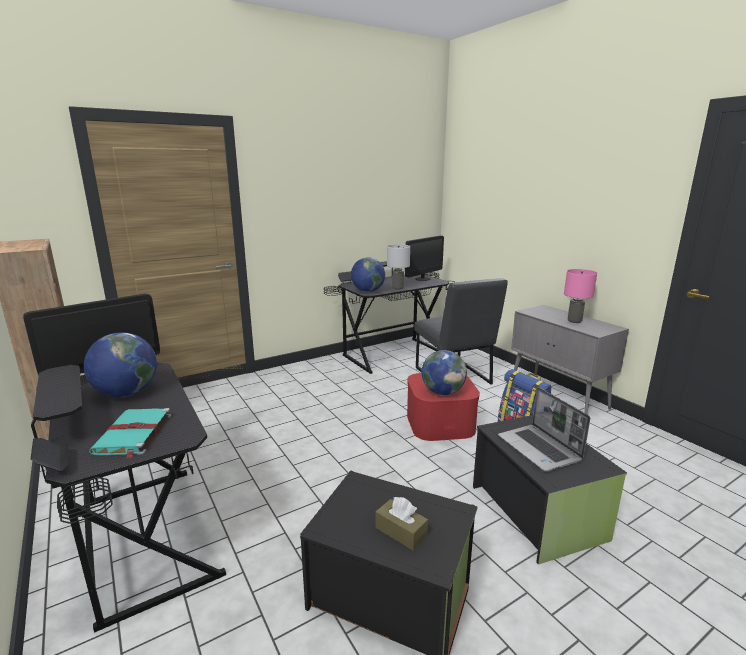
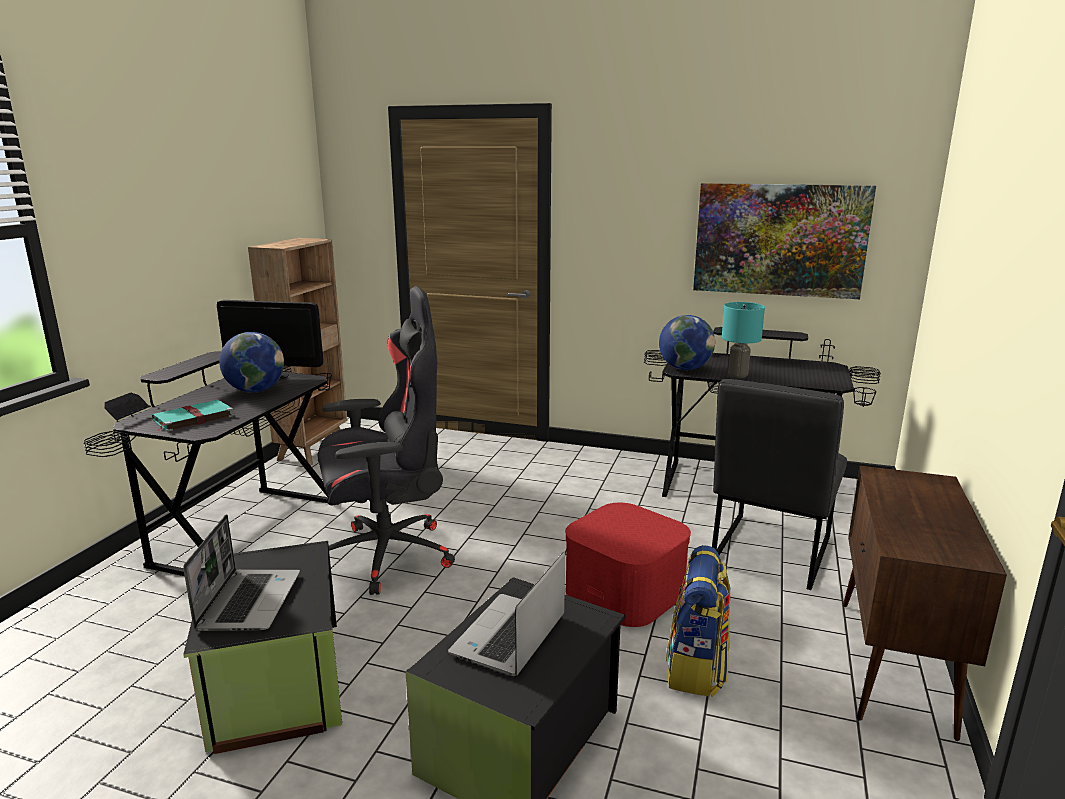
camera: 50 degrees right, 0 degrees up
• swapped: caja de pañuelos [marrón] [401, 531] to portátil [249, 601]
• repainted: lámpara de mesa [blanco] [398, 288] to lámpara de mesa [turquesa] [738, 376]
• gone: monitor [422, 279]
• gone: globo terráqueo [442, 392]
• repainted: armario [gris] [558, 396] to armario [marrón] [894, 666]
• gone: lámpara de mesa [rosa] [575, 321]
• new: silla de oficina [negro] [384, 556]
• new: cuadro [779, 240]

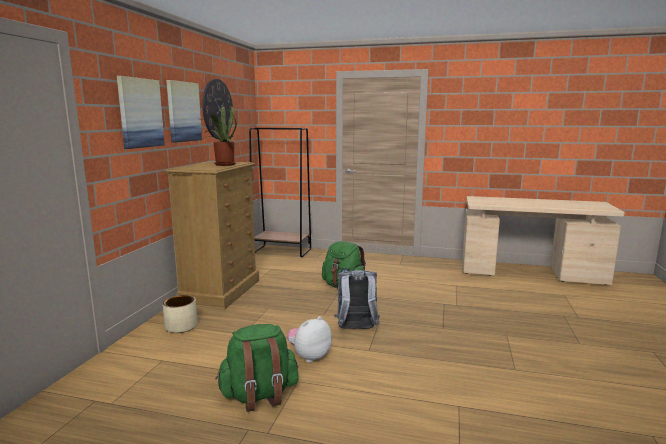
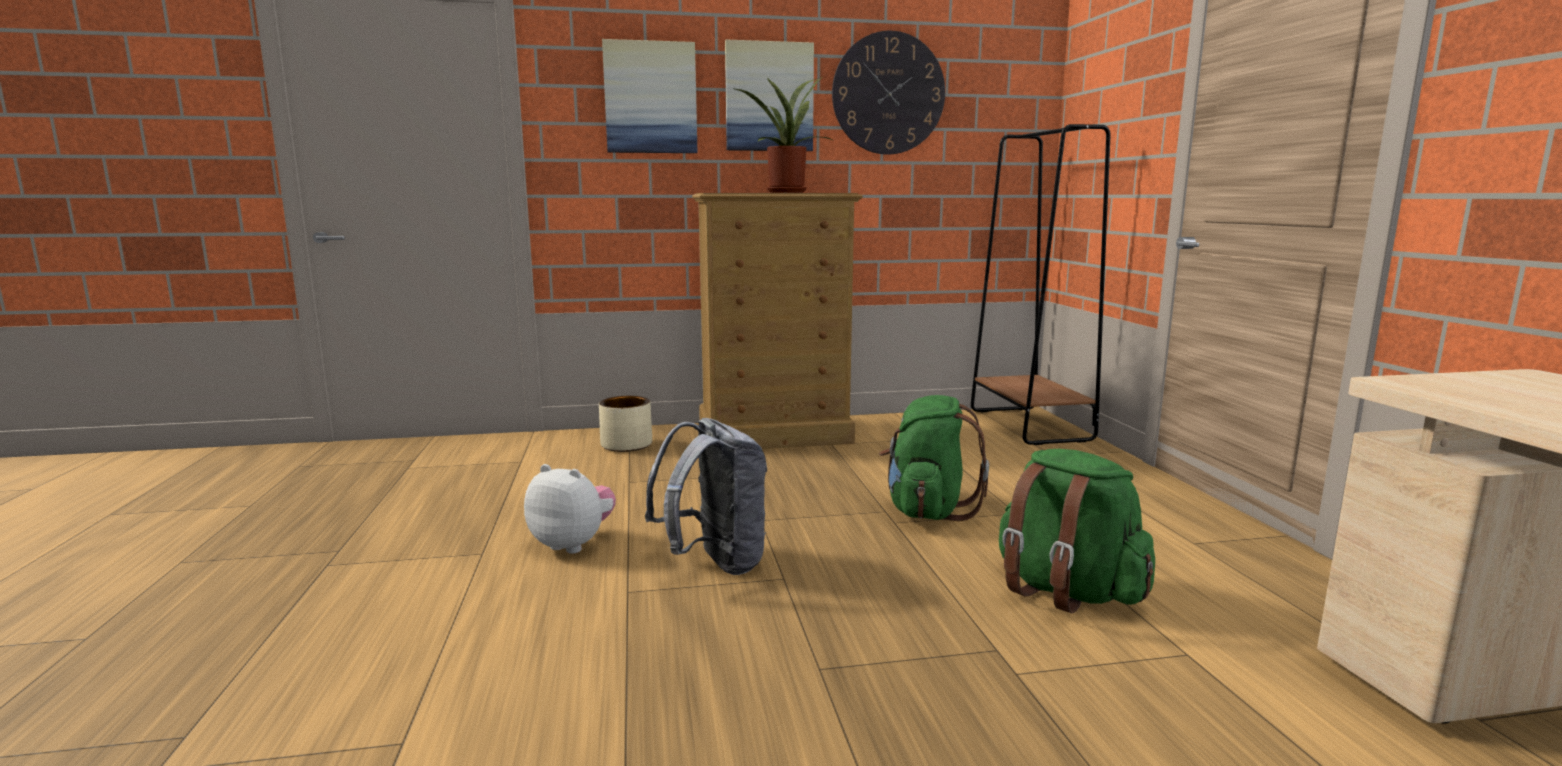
camera: 65 degrees right, 0 degrees up
• shifted: mochila [verde] [259, 395] to [1066, 591]

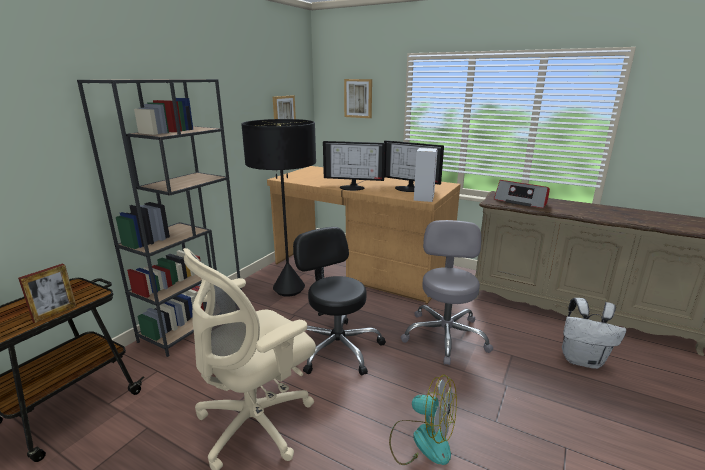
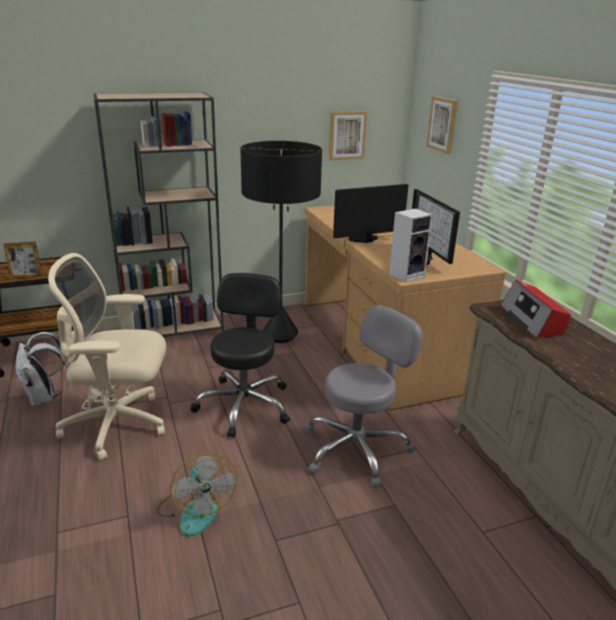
camera: 40 degrees right, 5 degrees up
• rotated: monitor [352, 187] = [364, 239] 105 degrees clockwise
• shifted: mochila [blanco] [582, 360] to [44, 398]

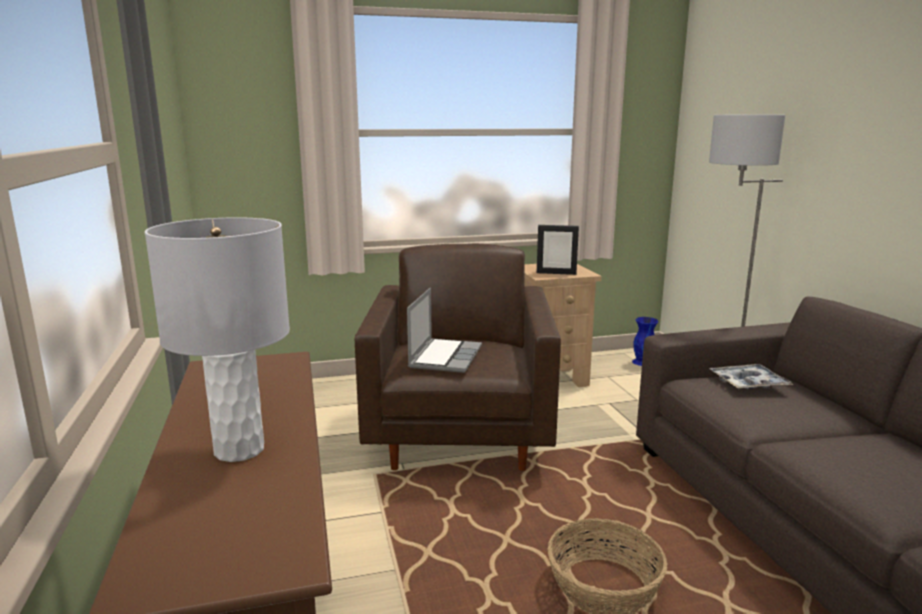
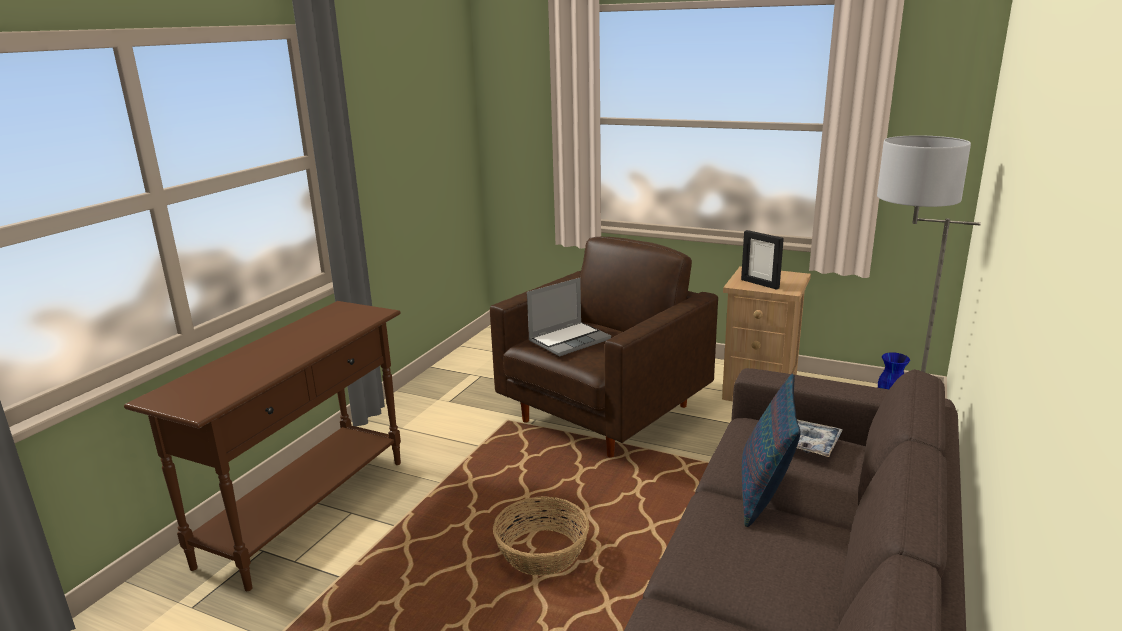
camera: 40 degrees right, 5 degrees up
• gone: lámpara de mesa [gris] [240, 450]
• new: cojín [azul] [764, 494]

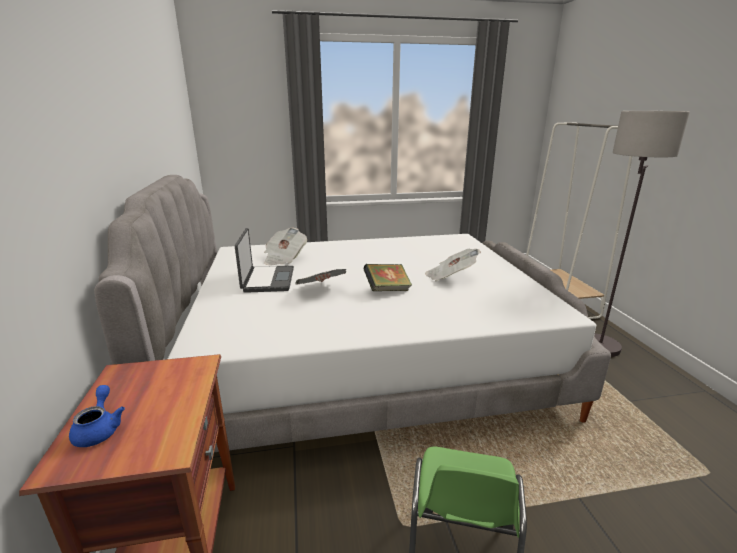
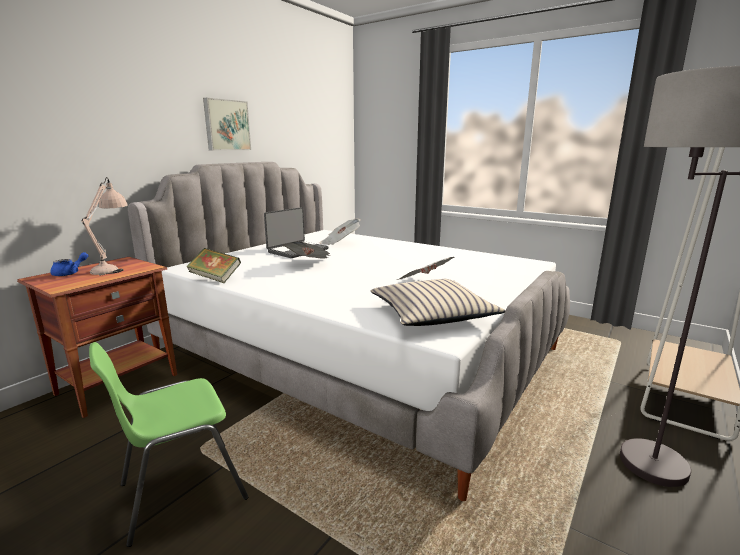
camera: 45 degrees right, 5 degrees down
• shifted: libro [387, 290] to [215, 278]
• new: lámpara de mesa [beis] [114, 267]
• new: cuadro [226, 125]
• new: cojín [beis] [432, 314]

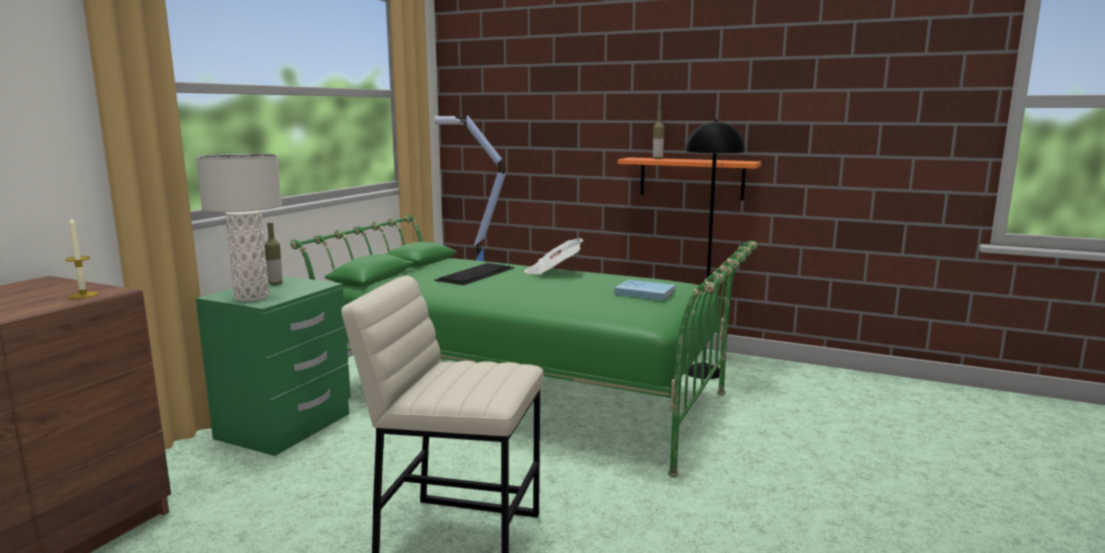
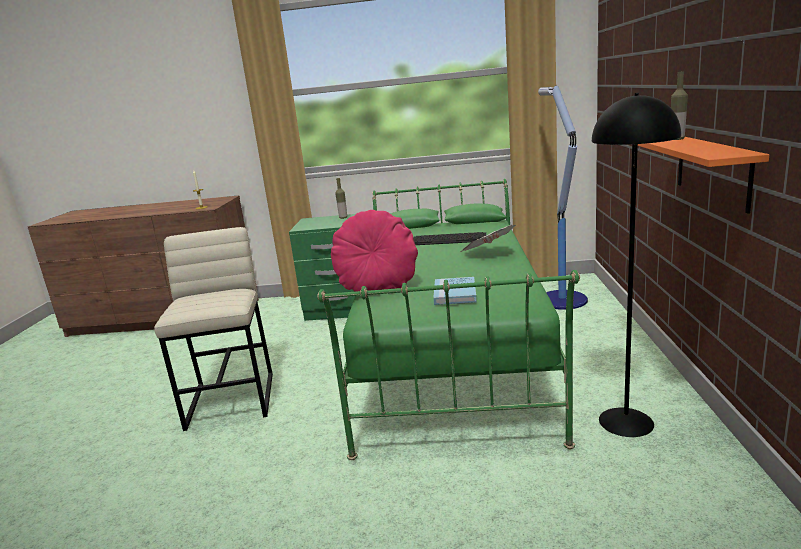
camera: 70 degrees right, 5 degrees up
• gone: lámpara de mesa [blanco] [251, 297]
• new: cojín [rosa] [378, 289]

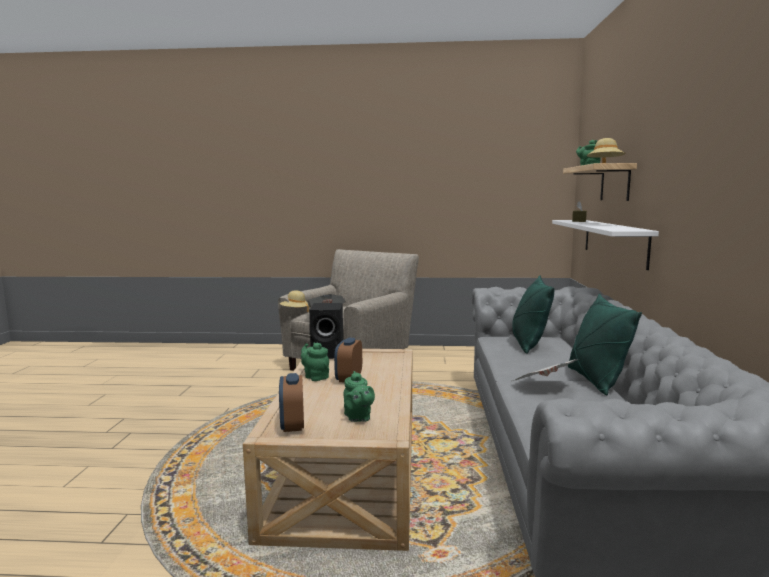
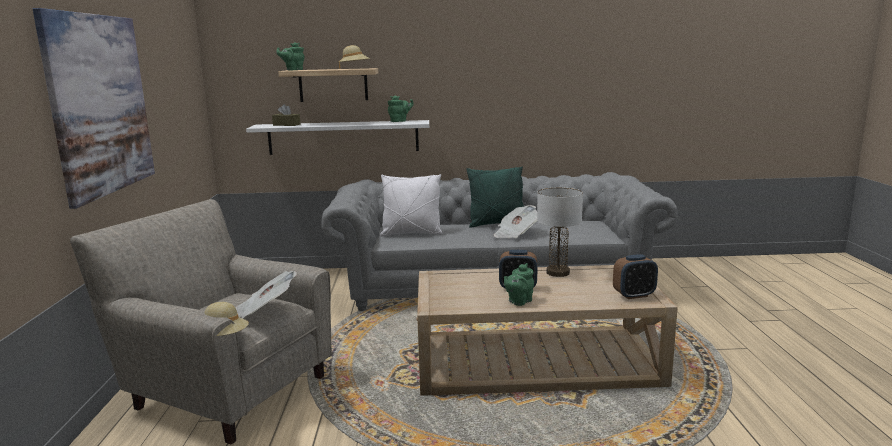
camera: 95 degrees left, 5 degrees up
• gone: altavoz [negro] [329, 353]
• shifted: tetera [verde] [358, 417] to [400, 121]
• repainted: cojín [verde] [529, 344] to cojín [blanco] [411, 233]
• new: cuadro [100, 104]
• new: lámpara de mesa [558, 272]

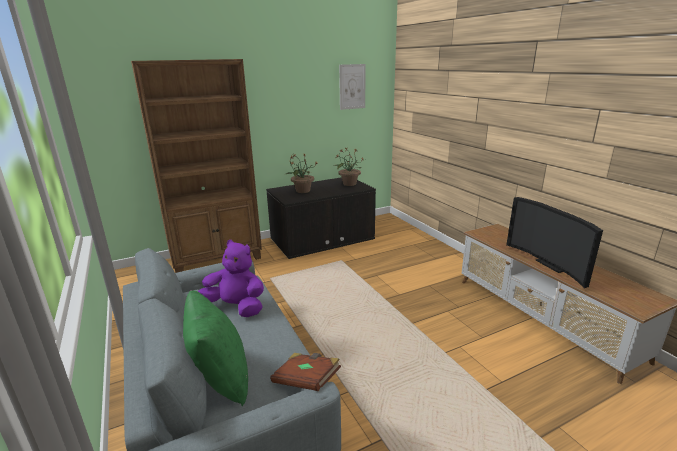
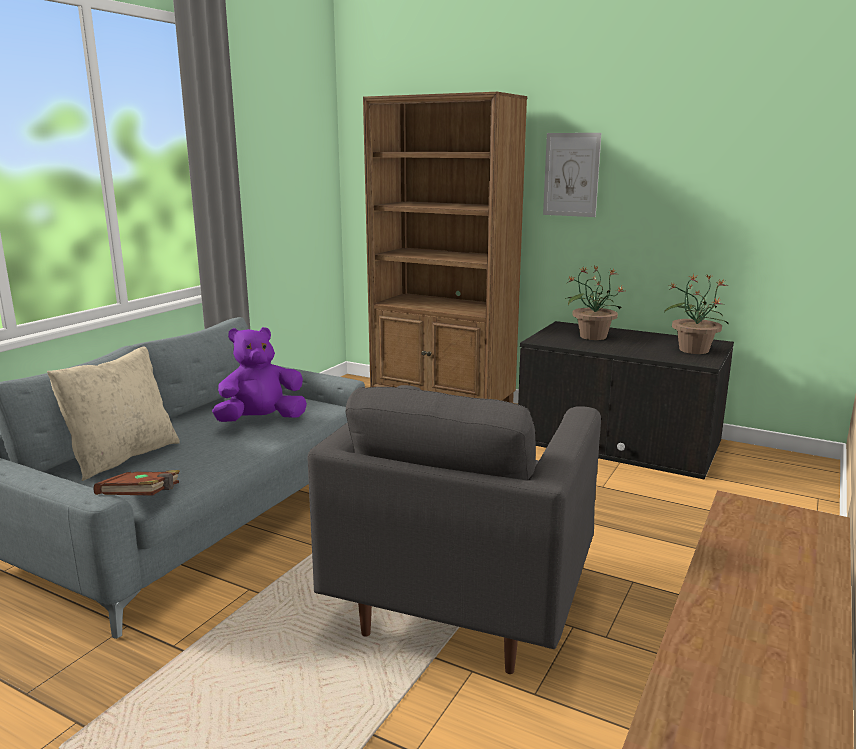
camera: 55 degrees right, 5 degrees down
• repainted: cojín [verde] [220, 378] to cojín [beis] [122, 456]
• rotated: peluche [morado] [236, 307] = [261, 420] 105 degrees counterclockwise
• shifted: cuadro [352, 86] to [571, 175]
• gone: televisor [552, 264]
• new: sillón [gris] [461, 602]

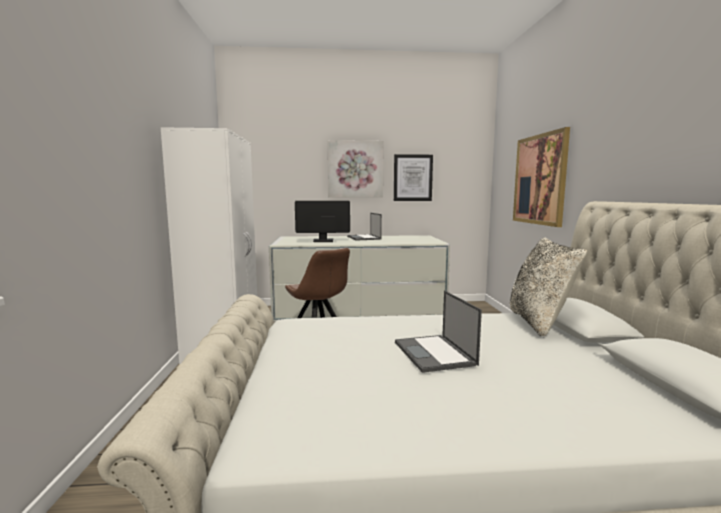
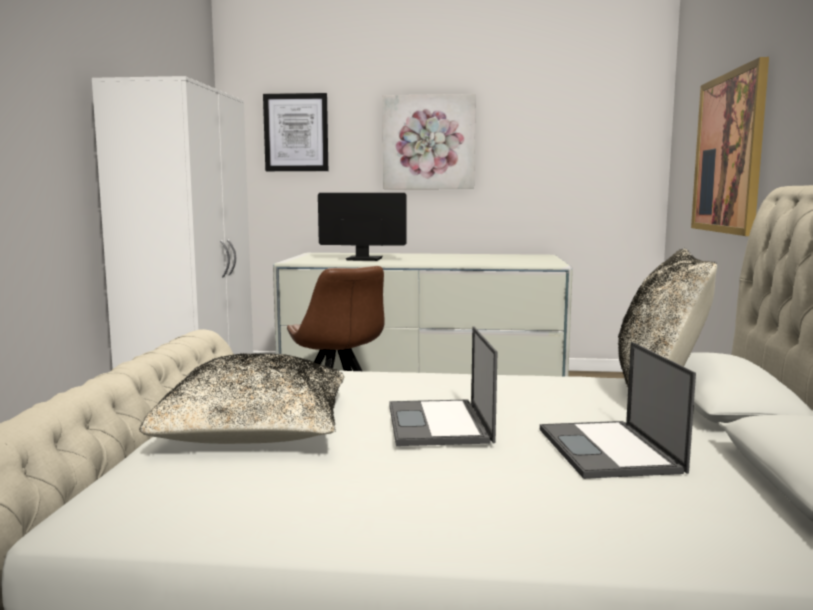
camera: 10 degrees right, 0 degrees up
• shifted: portátil [364, 238] to [610, 450]
• shifted: cuadro [413, 178] to [296, 132]
• new: cojín [beis] [253, 428]

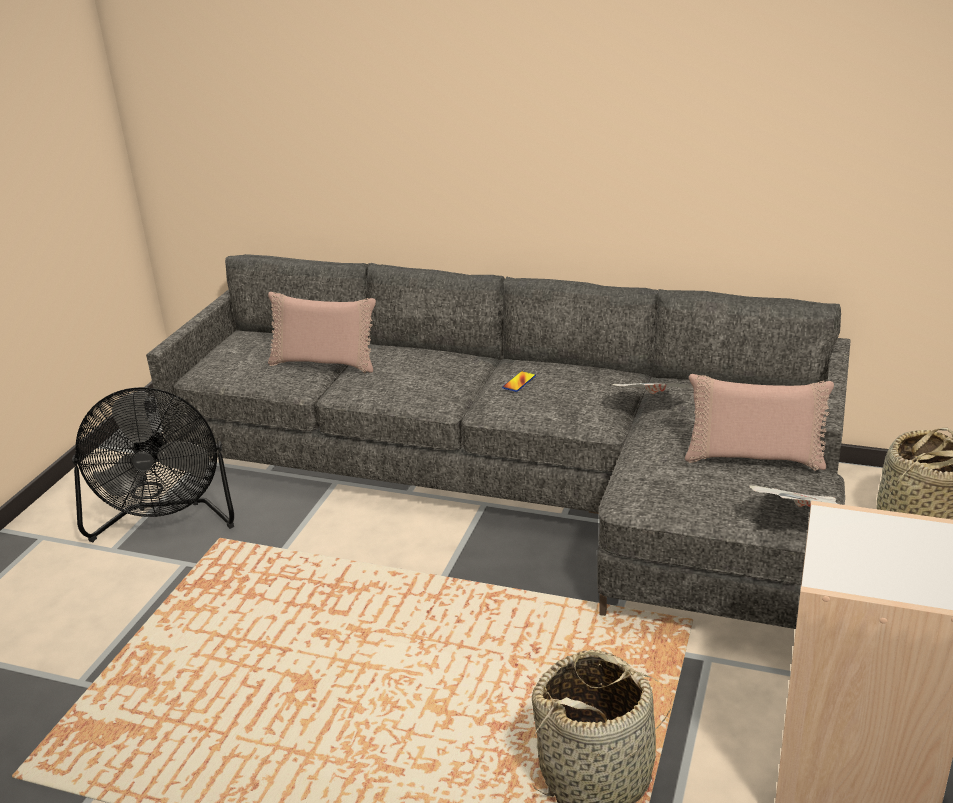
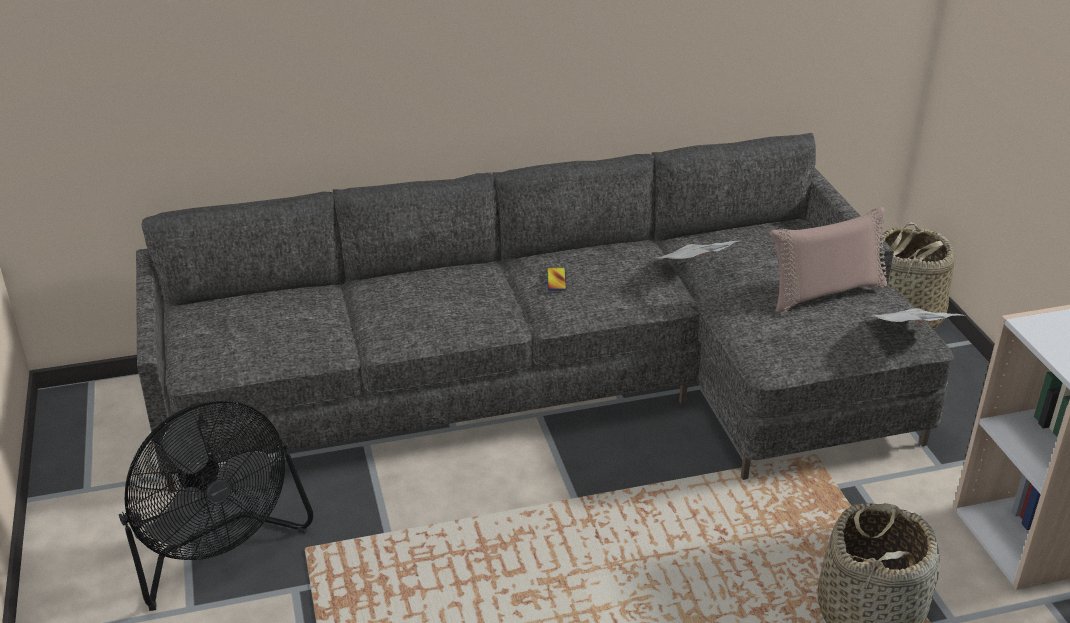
camera: 35 degrees left, 5 degrees up
• gone: cojín [beis] [324, 363]

